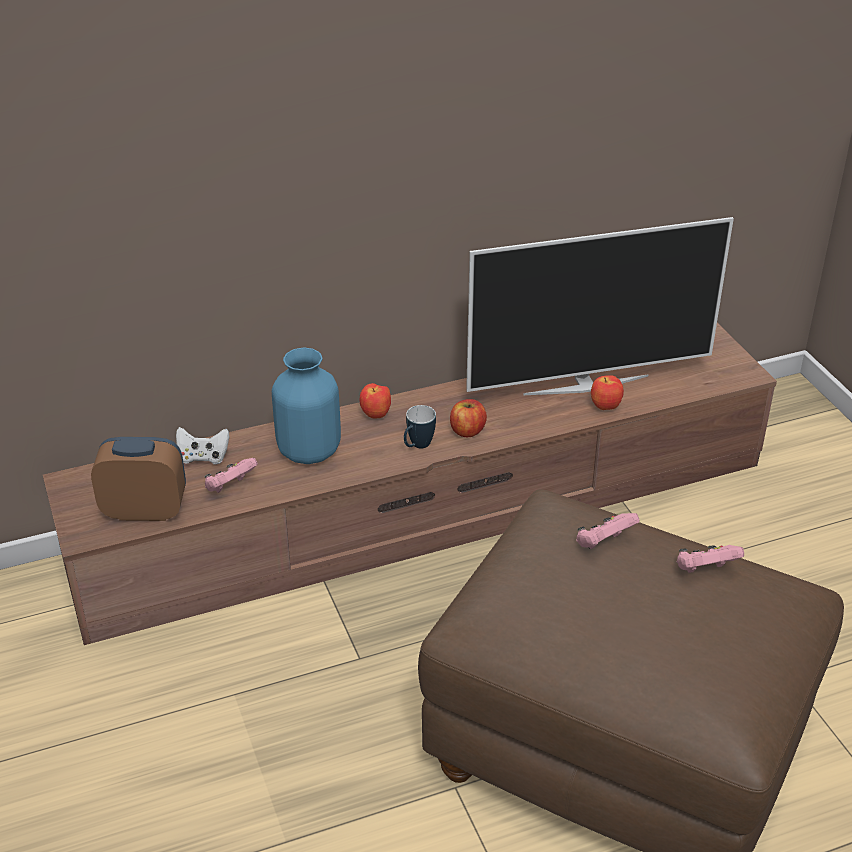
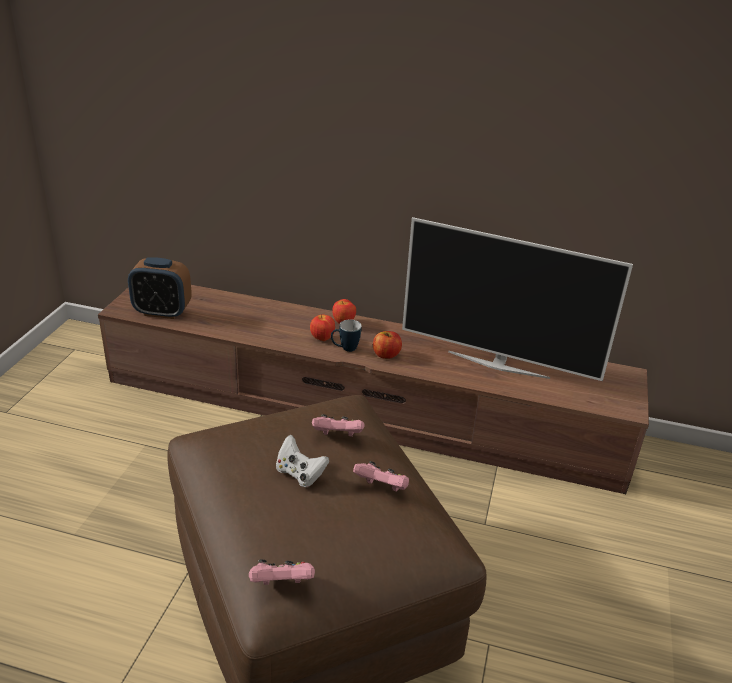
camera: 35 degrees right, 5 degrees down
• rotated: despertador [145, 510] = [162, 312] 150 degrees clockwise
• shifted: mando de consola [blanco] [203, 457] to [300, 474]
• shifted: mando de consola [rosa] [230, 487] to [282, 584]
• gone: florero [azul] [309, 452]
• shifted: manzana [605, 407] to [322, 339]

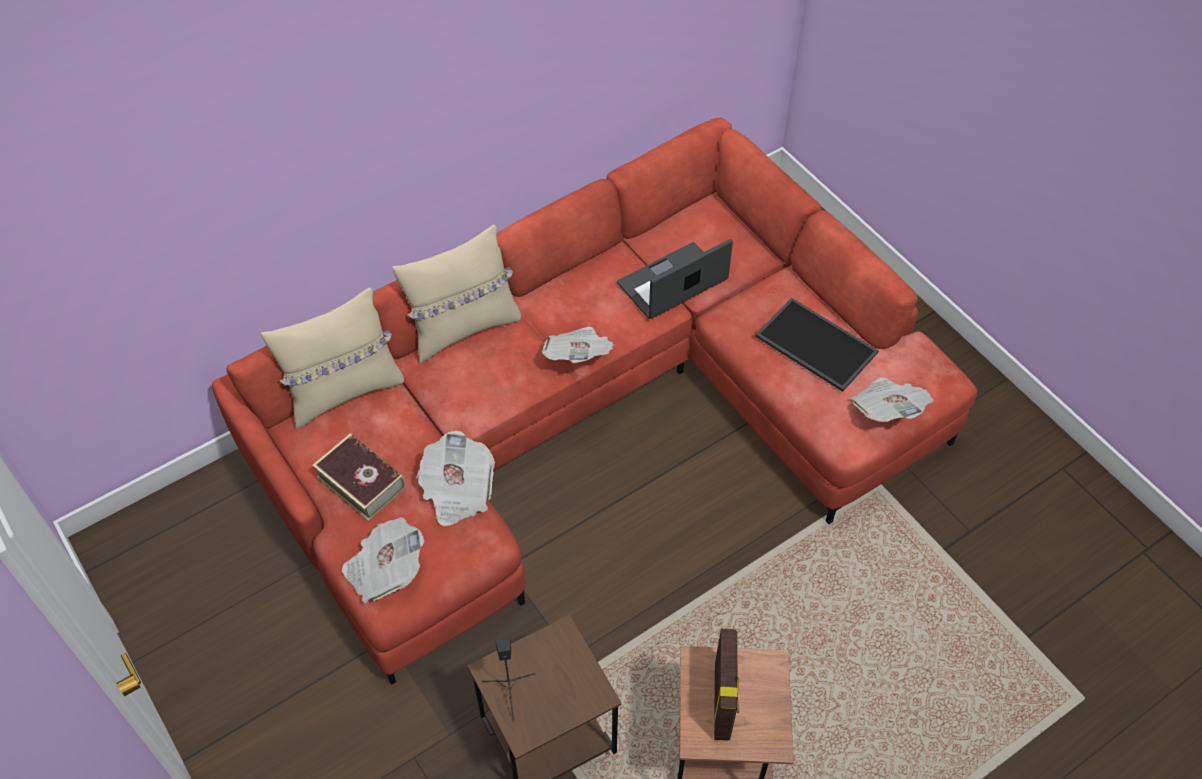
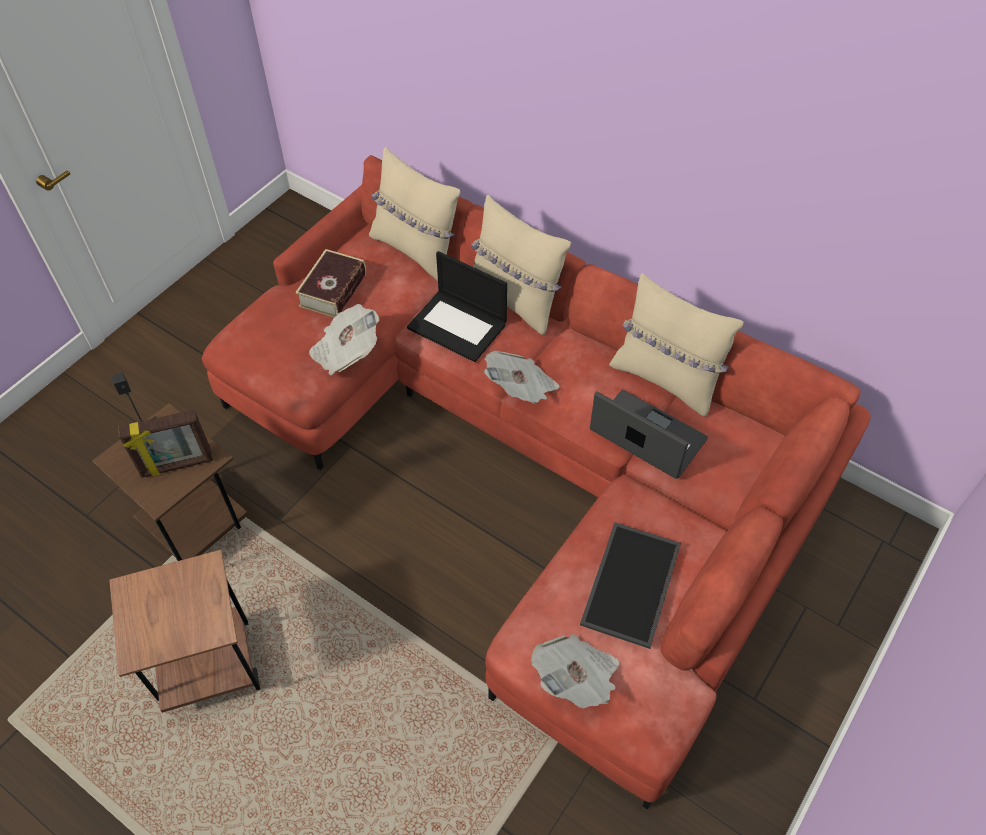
camera: 70 degrees right, 0 degrees up
• gone: periódico [385, 570]
• shifted: portarretratos [723, 701] to [177, 465]
• new: portátil [458, 326]
• new: cojín [beis] [666, 380]

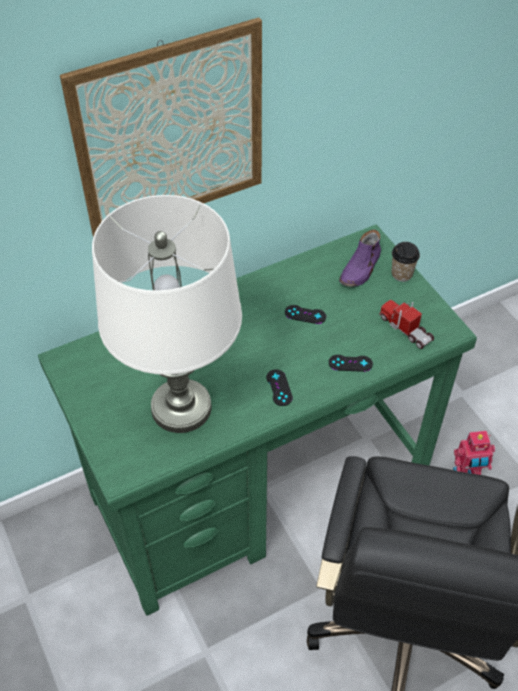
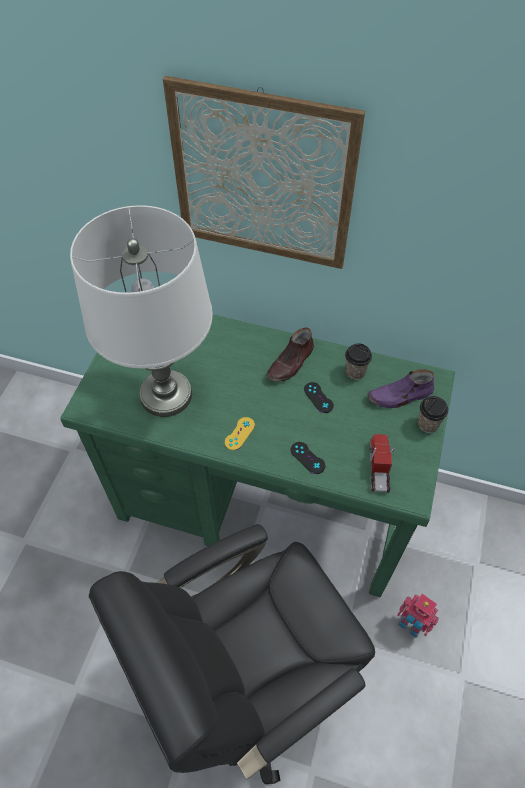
camera: 45 degrees right, 5 degrees up
• repainted: mando de consola [negro] [279, 388] to mando de consola [amarillo] [239, 433]
• new: zapato [marrón] [291, 363]
• new: taza [355, 372]

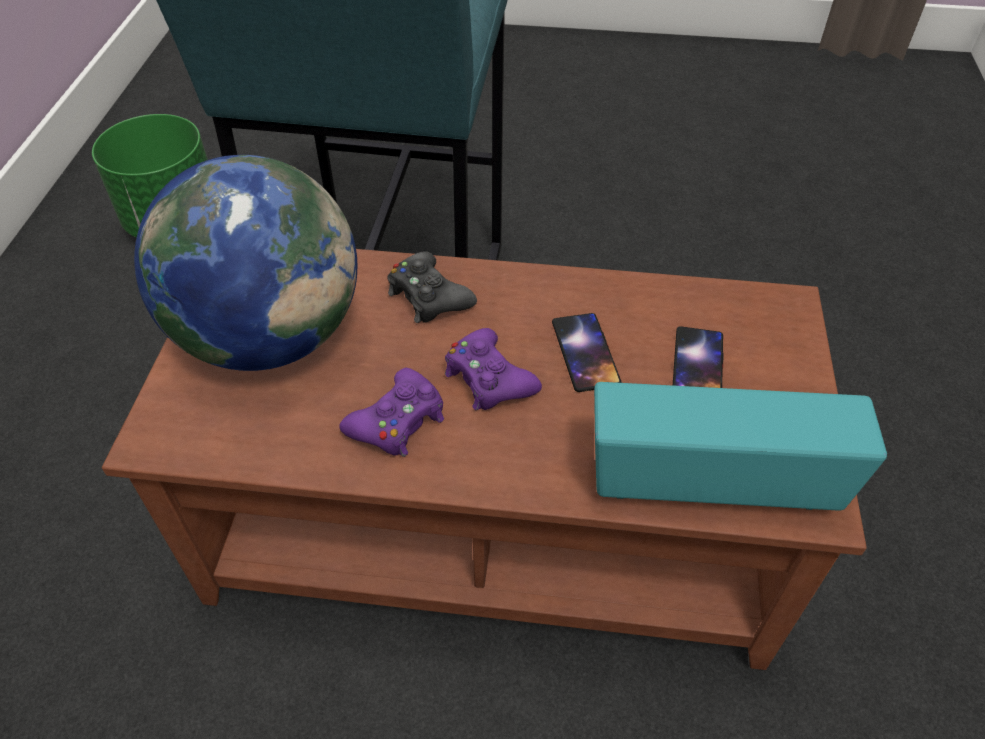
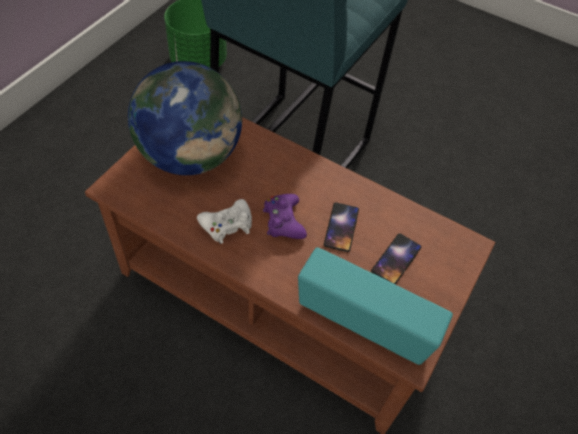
camera: 20 degrees right, 5 degrees up
• repainted: mando de consola [morado] [398, 421] to mando de consola [blanco] [227, 225]
• gone: mando de consola [negro] [428, 297]

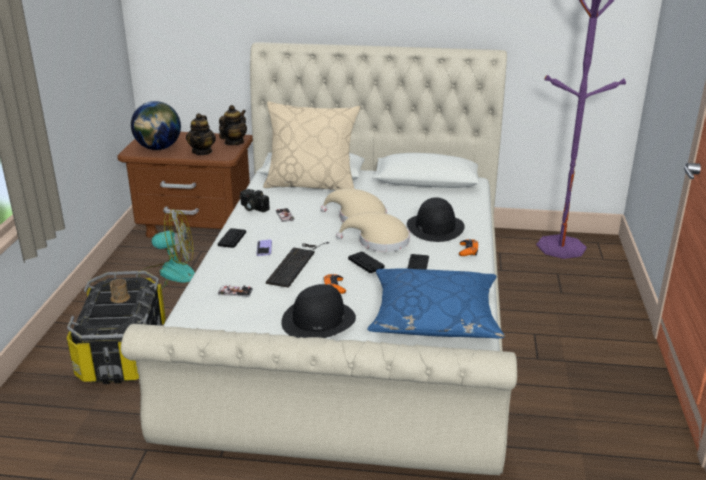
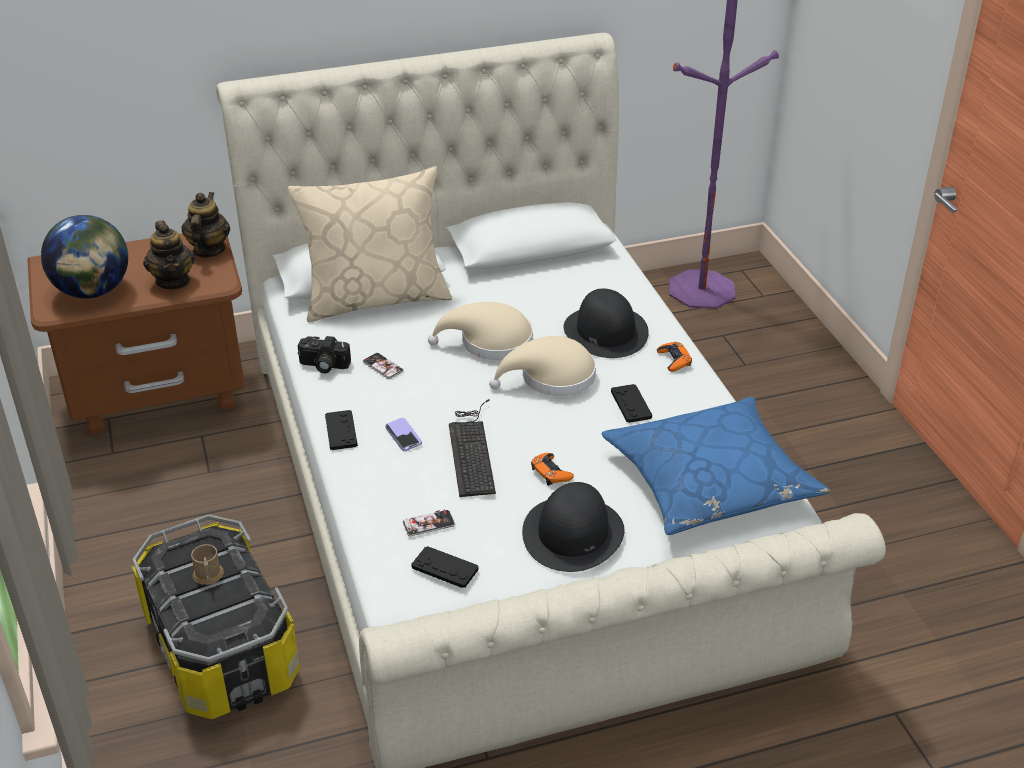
camera: 25 degrees left, 10 degrees up
• gone: ventilador [168, 274]
• shifted: mando de consola [negro] [366, 263] to [445, 568]

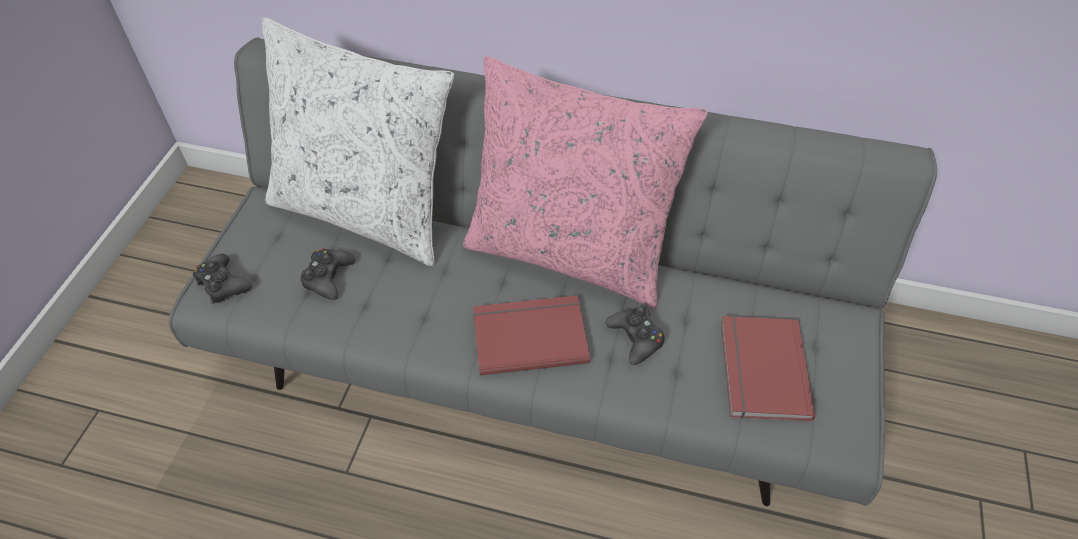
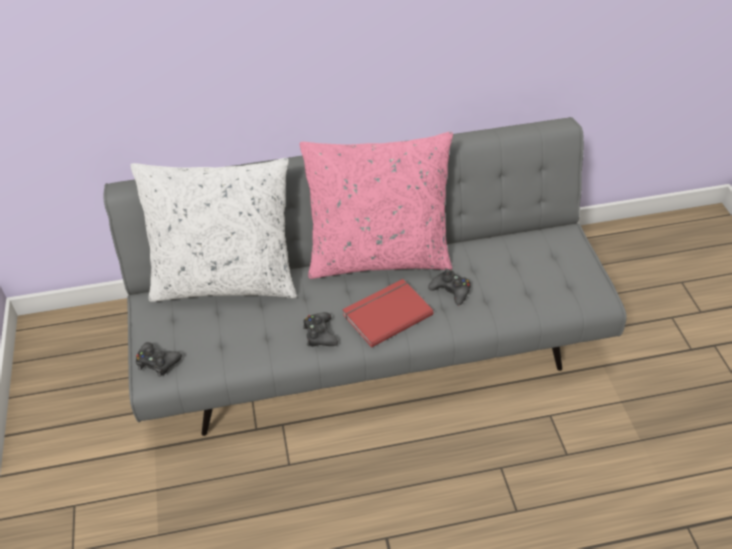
camera: 25 degrees left, 5 degrees down
• shifted: mando de consola [negro] [328, 277] to [320, 334]
• gone: libro [rojo] [760, 370]

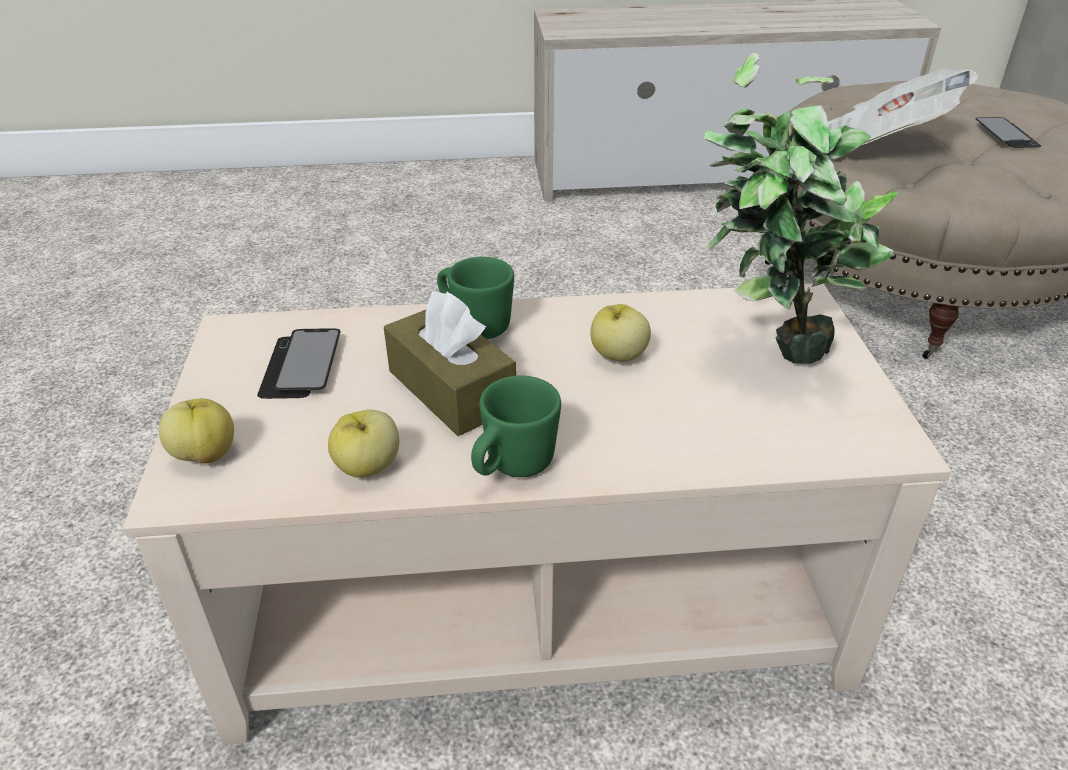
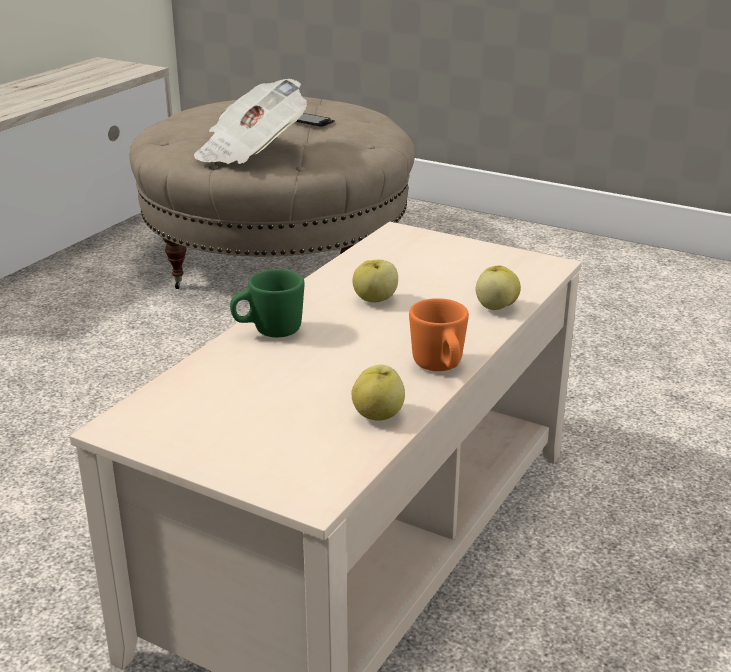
camera: 55 degrees left, 10 degrees down
• shifted: manzana [205, 454] to [495, 307]
• gone: móvil [301, 366]
• gone: caja de pañuelos [marrón] [451, 389]
• repainted: taza grande [verde] [512, 467] to taza grande [naranja] [440, 367]
• gone: planta en maceta [765, 351]

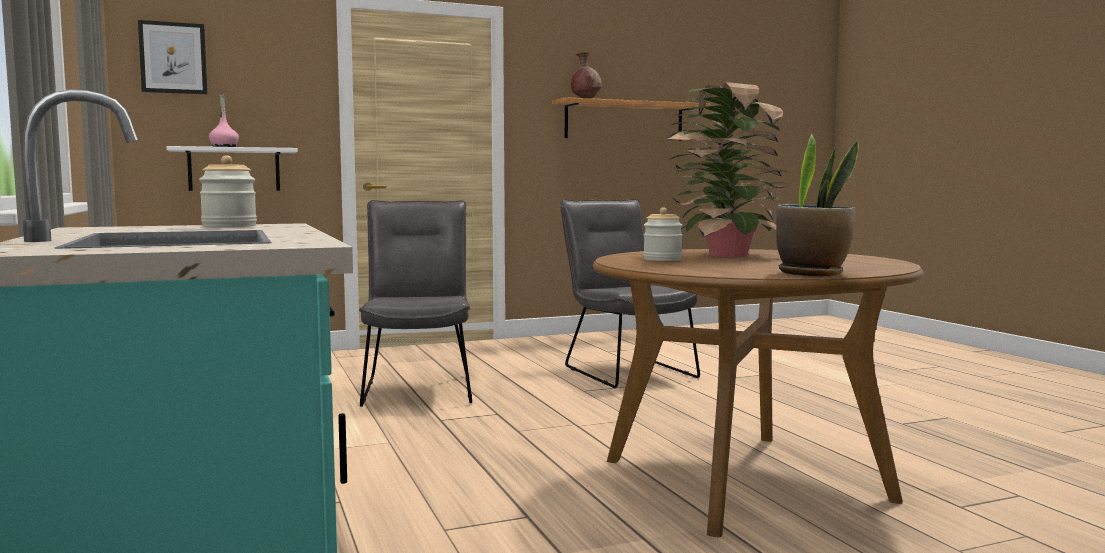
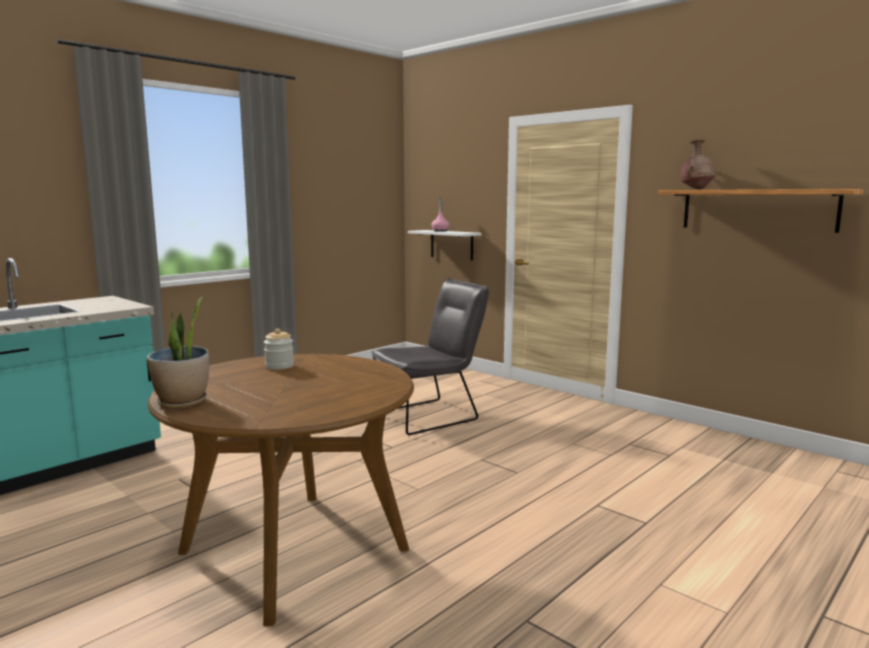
camera: 65 degrees right, 5 degrees up
• gone: cuadro [173, 58]
• gone: tarro [229, 226]
• gone: silla [gris] [625, 370]
• gone: planta en maceta [723, 255]

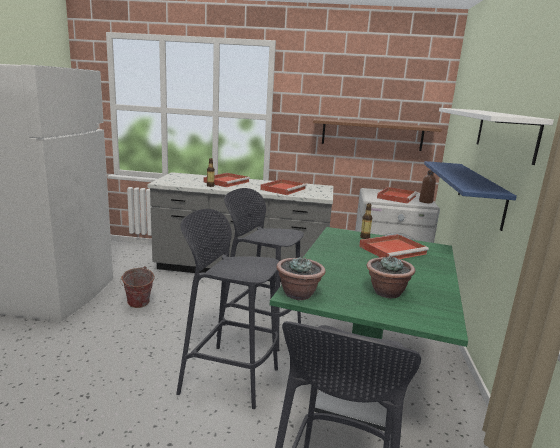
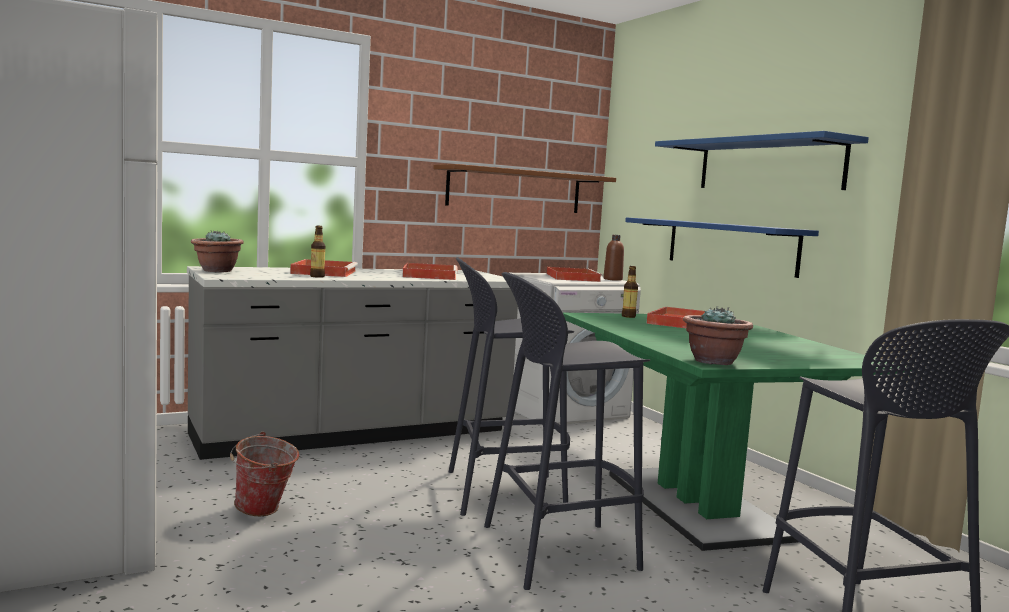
camera: 35 degrees left, 10 degrees down
• shifted: planta en maceta [386, 293] to [217, 271]
• repainted: estante [blanco] [505, 133] to estante [azul] [769, 165]

